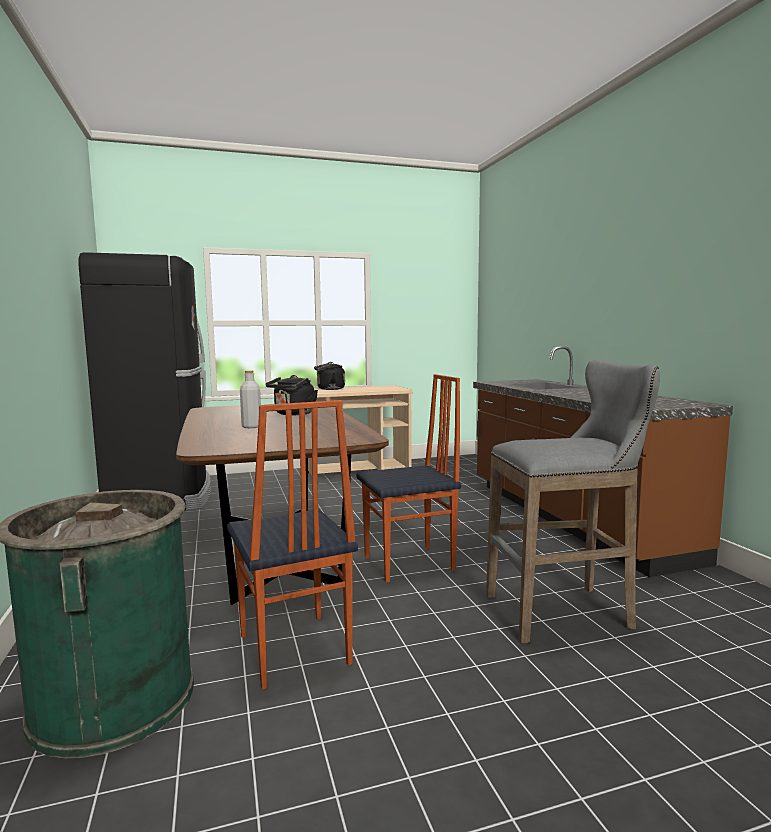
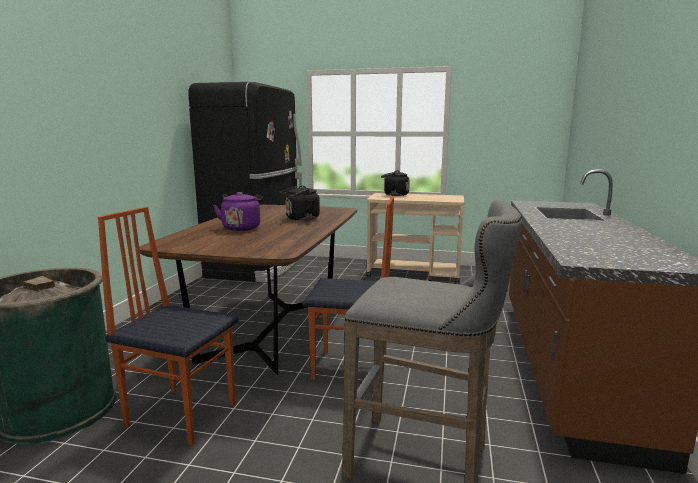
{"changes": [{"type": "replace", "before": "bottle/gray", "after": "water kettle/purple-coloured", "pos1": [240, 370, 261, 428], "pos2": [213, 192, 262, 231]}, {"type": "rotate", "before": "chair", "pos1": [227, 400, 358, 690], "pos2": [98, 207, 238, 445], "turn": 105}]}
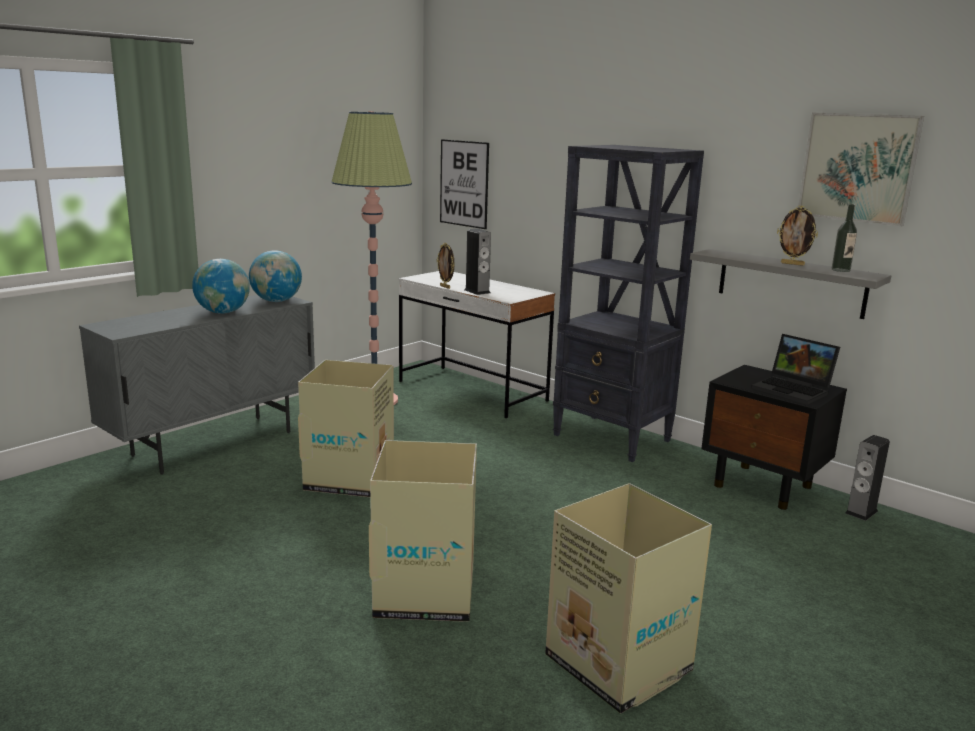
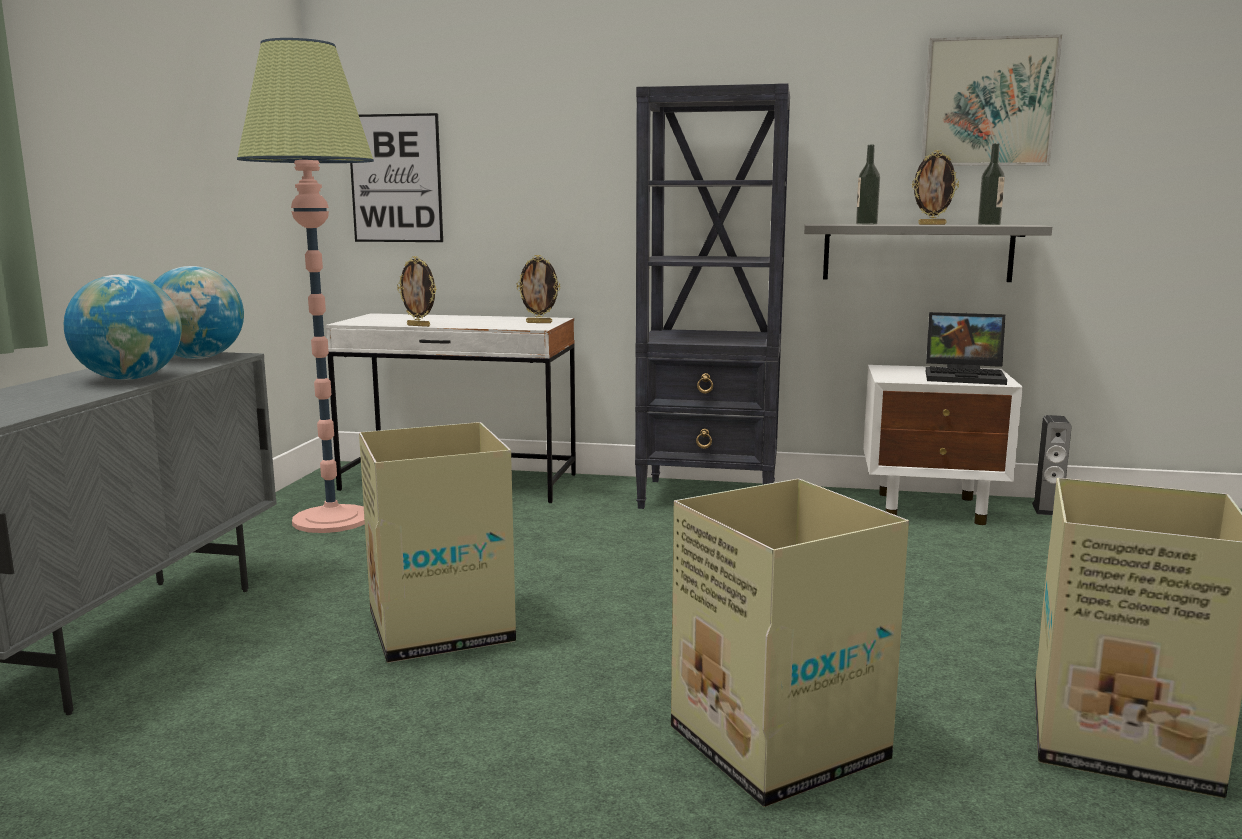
{"changes": [{"type": "delete", "before": "loudspeaker", "pos1": [464, 229, 491, 295]}, {"type": "insert", "after": "photo frame", "pos2": [516, 255, 561, 323]}, {"type": "insert", "after": "bottle", "pos2": [856, 145, 880, 224]}, {"type": "recolor", "before": "bedside table/black-coloured", "after": "bedside table/white", "pos1": [701, 365, 847, 510], "pos2": [863, 365, 1023, 525]}]}
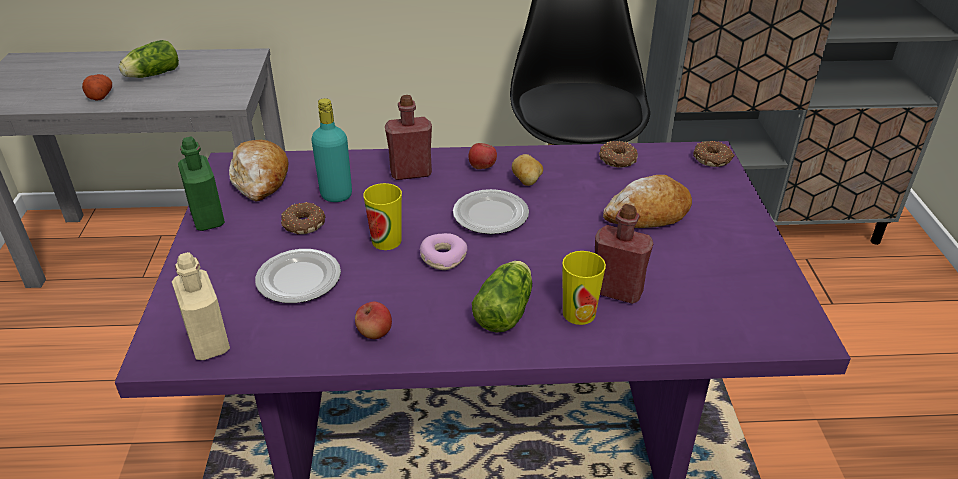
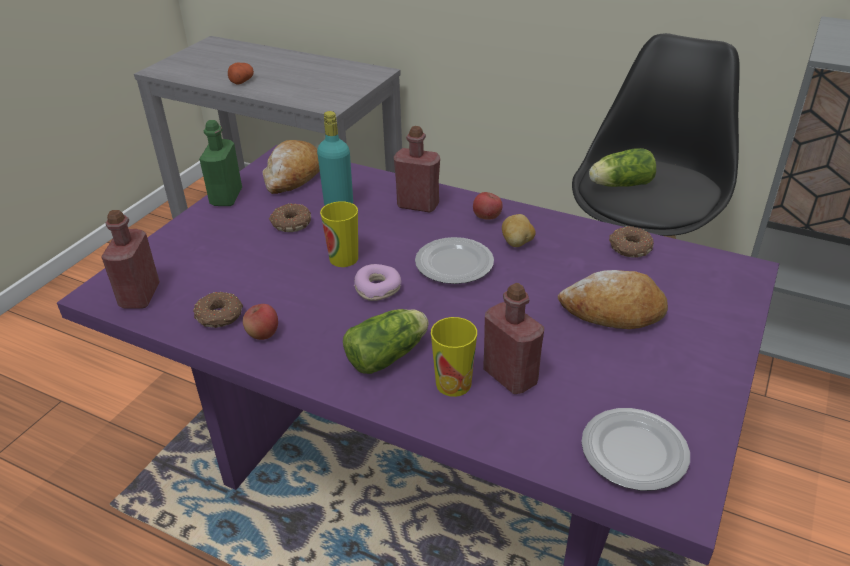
{"changes": [{"type": "move", "before": "lettuce head", "pos1": [119, 40, 179, 78], "pos2": [589, 148, 656, 187]}, {"type": "move", "before": "dinner plate", "pos1": [255, 249, 341, 303], "pos2": [581, 408, 690, 491]}, {"type": "move", "before": "ring doughnut", "pos1": [693, 141, 735, 167], "pos2": [193, 292, 243, 328]}, {"type": "recolor", "before": "bottle/beige-coloured", "after": "bottle/red", "pos1": [172, 252, 230, 360], "pos2": [101, 210, 160, 309]}]}
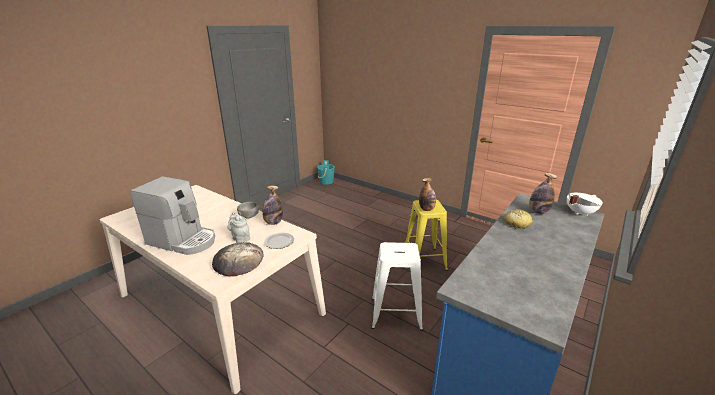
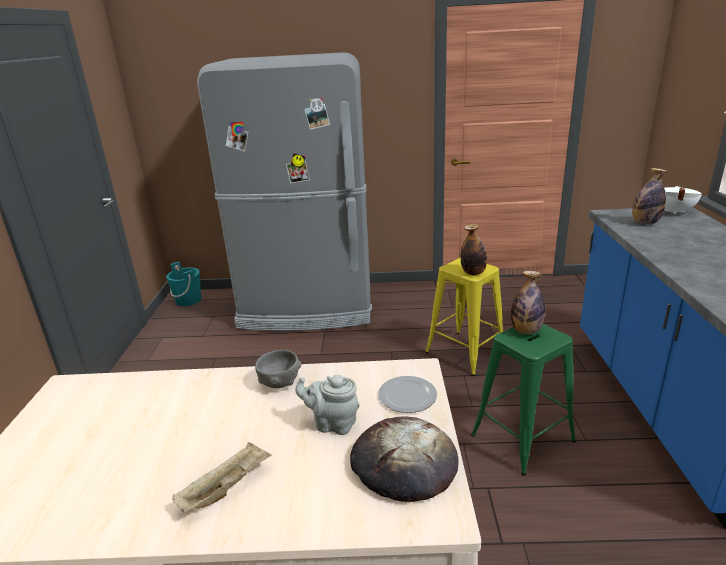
{"changes": [{"type": "delete", "before": "bakery bread", "pos1": [504, 209, 533, 229]}, {"type": "insert", "after": "kitchen fridge/gray", "pos2": [197, 52, 372, 331]}, {"type": "move", "before": "bottle", "pos1": [262, 185, 283, 225], "pos2": [511, 271, 545, 334]}, {"type": "replace", "before": "coffee brewer", "after": "tray/beige-coloured", "pos1": [130, 176, 215, 255], "pos2": [172, 442, 271, 513]}, {"type": "recolor", "before": "sitting stool/white", "after": "sitting stool/green", "pos1": [372, 242, 423, 331], "pos2": [471, 324, 576, 476]}]}
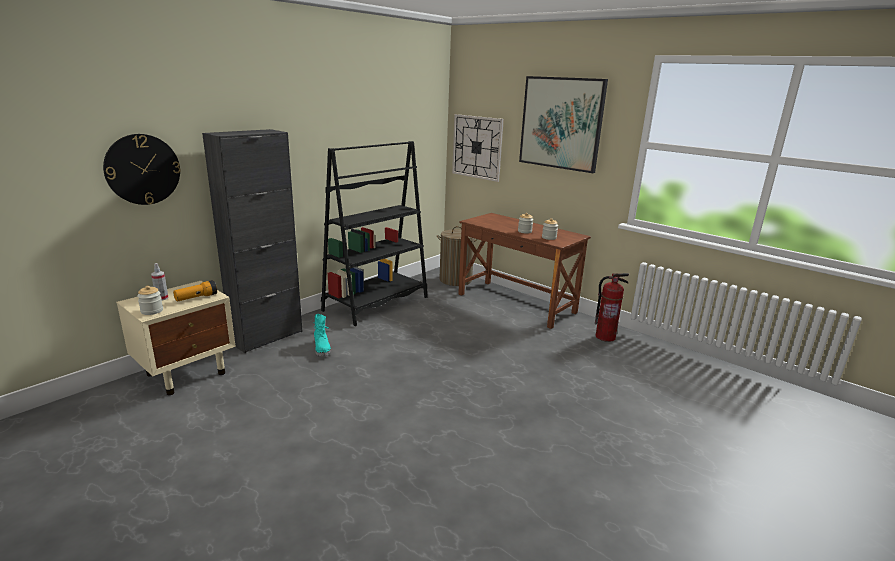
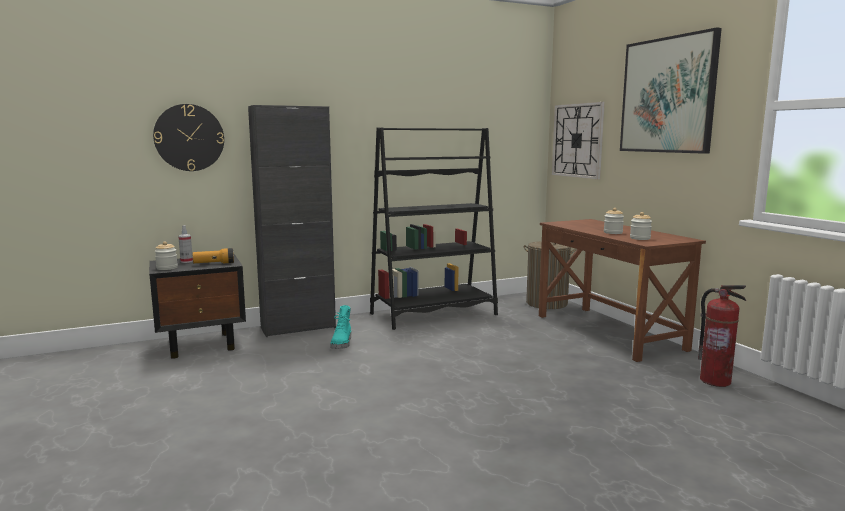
{"changes": [{"type": "recolor", "before": "bedside table/beige-coloured", "after": "bedside table/black-coloured", "pos1": [116, 281, 236, 395], "pos2": [149, 254, 246, 359]}]}
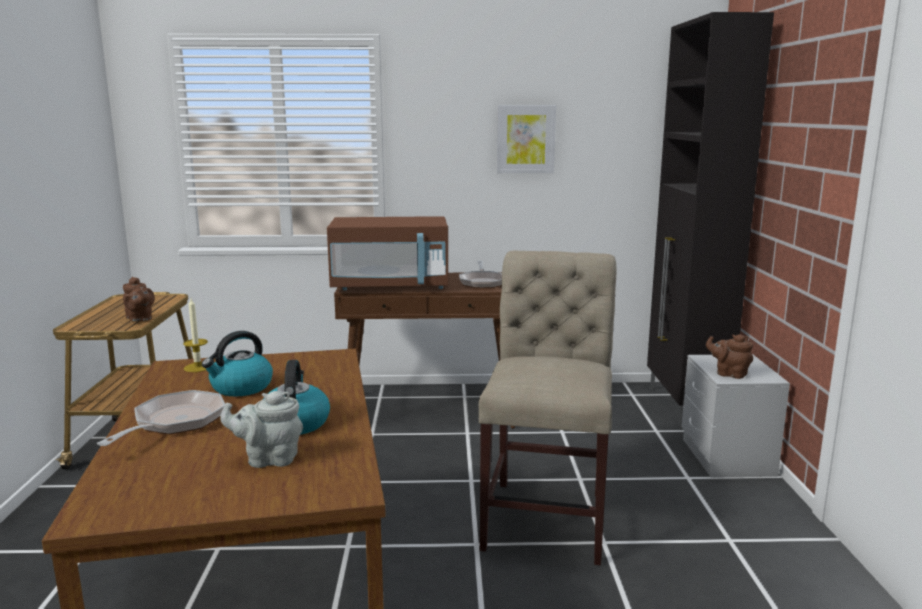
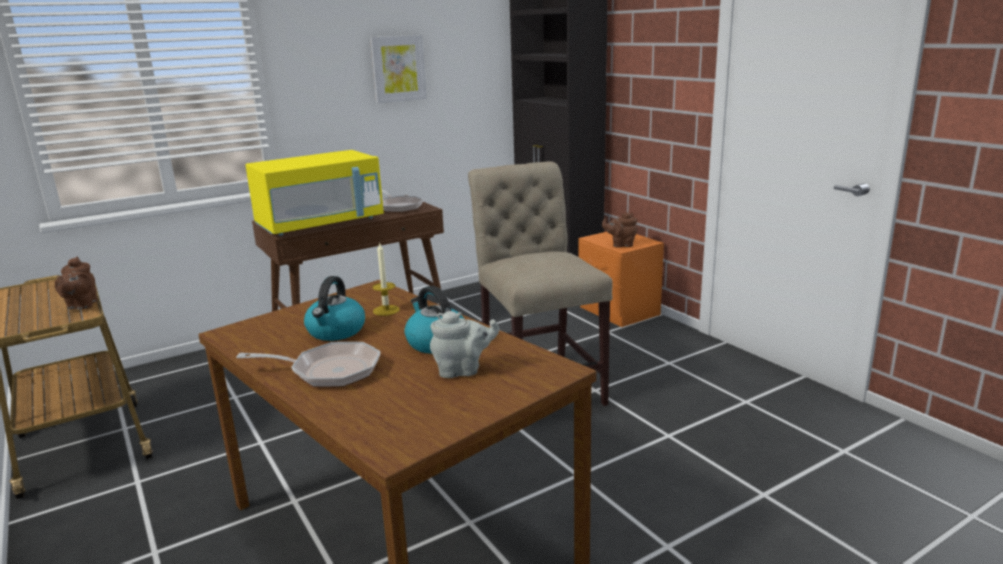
{"changes": [{"type": "move", "before": "wax light", "pos1": [183, 298, 208, 372], "pos2": [372, 242, 400, 316]}, {"type": "recolor", "before": "microwave/brown", "after": "microwave/yellow", "pos1": [327, 217, 448, 290], "pos2": [245, 150, 384, 236]}, {"type": "recolor", "before": "bedside table/gray", "after": "bedside table/orangey", "pos1": [681, 354, 790, 478], "pos2": [578, 232, 664, 327]}, {"type": "rotate", "before": "skillet", "pos1": [97, 390, 225, 446], "pos2": [236, 342, 381, 387], "turn": 105}, {"type": "rotate", "before": "pot for tea/brown", "pos1": [123, 277, 155, 322], "pos2": [55, 257, 98, 310], "turn": 60}, {"type": "rotate", "before": "pot for tea/gray", "pos1": [220, 391, 303, 468], "pos2": [430, 311, 500, 378], "turn": -150}]}
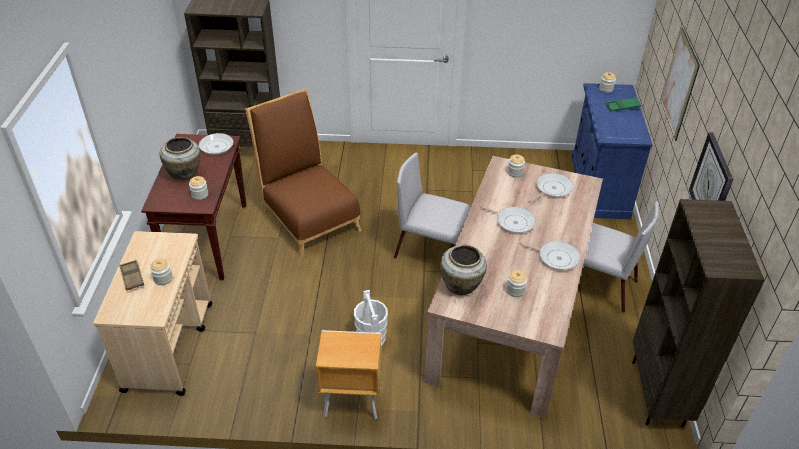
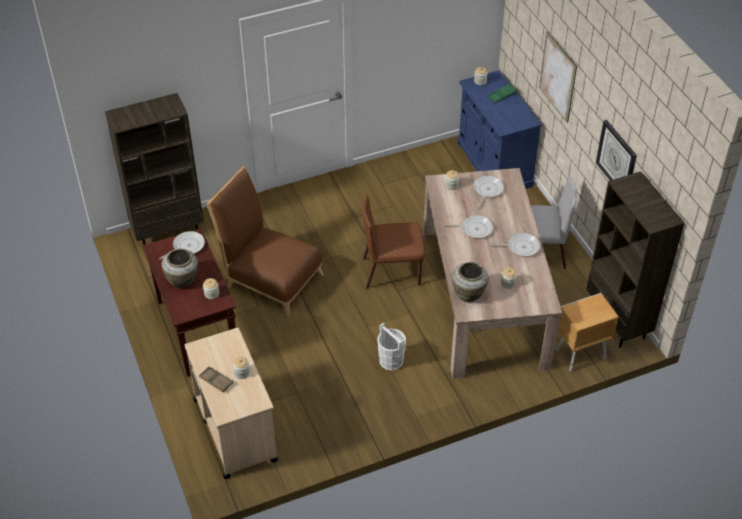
{"changes": [{"type": "move", "before": "bedside table/brown", "pos1": [316, 330, 381, 420], "pos2": [556, 293, 619, 371]}, {"type": "recolor", "before": "chair/gray", "after": "chair/brown", "pos1": [394, 152, 471, 259], "pos2": [362, 194, 425, 289]}]}
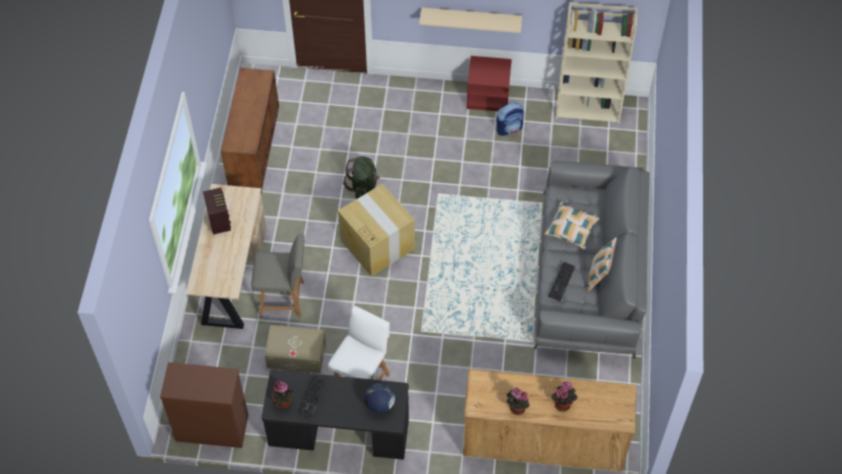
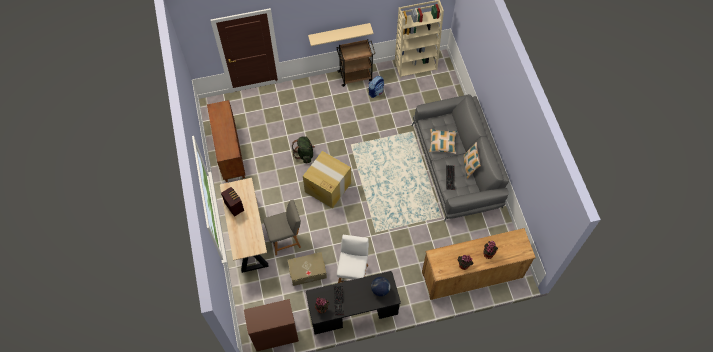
{"changes": [{"type": "replace", "before": "bedside table/red", "after": "cart/brown", "pos1": [467, 56, 512, 111], "pos2": [336, 39, 375, 87]}]}
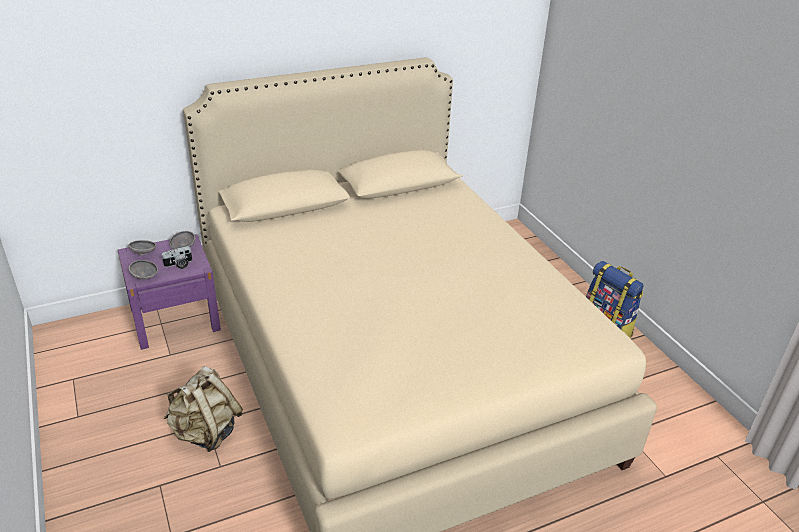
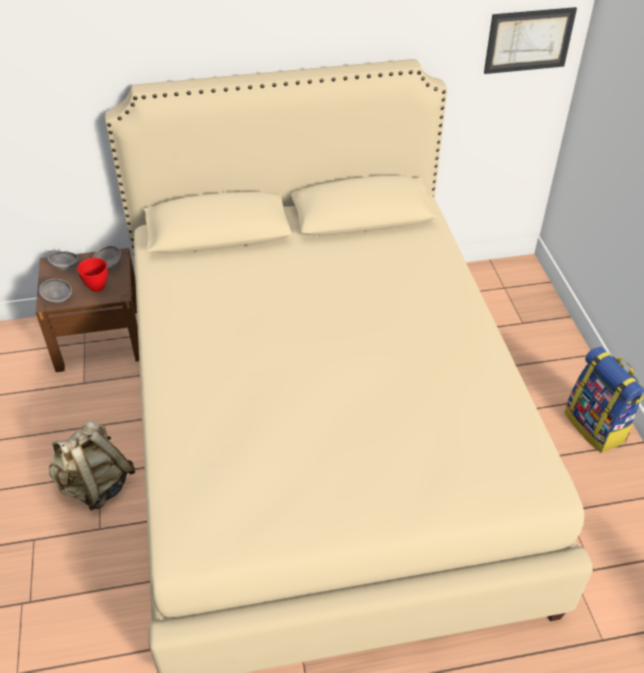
{"changes": [{"type": "insert", "after": "wall picture", "pos2": [484, 7, 577, 74]}, {"type": "replace", "before": "photo camera", "after": "bowl/red", "pos1": [161, 246, 192, 269], "pos2": [77, 258, 108, 292]}, {"type": "recolor", "before": "bedside table/purple-coloured", "after": "bedside table/brown", "pos1": [118, 234, 221, 350], "pos2": [36, 248, 139, 372]}]}
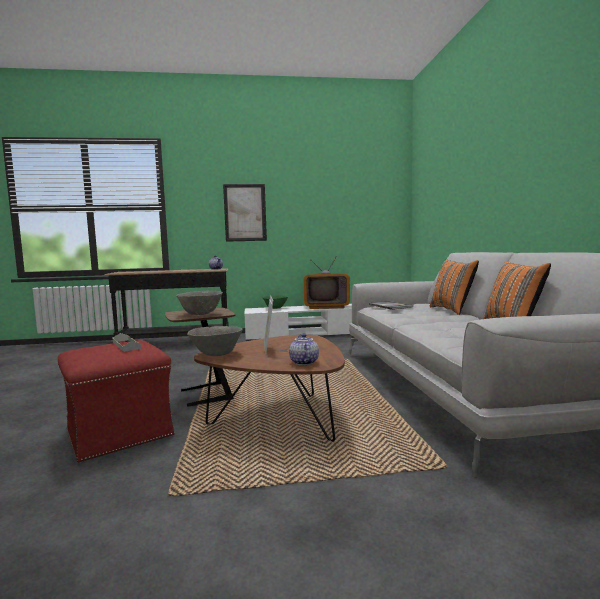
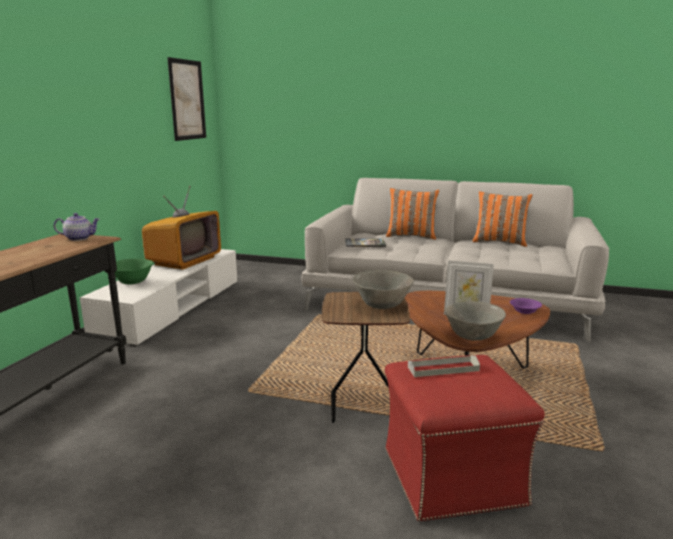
{"changes": [{"type": "move", "before": "wall picture", "pos1": [223, 184, 267, 242], "pos2": [167, 57, 206, 141]}, {"type": "replace", "before": "pot for tea", "after": "bowl/purple-coloured", "pos1": [289, 334, 319, 365], "pos2": [510, 298, 542, 314]}]}
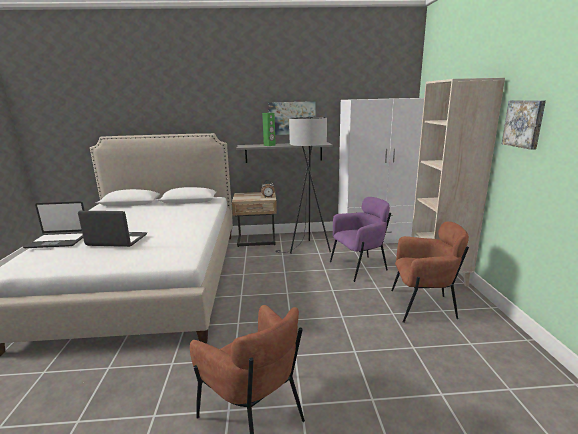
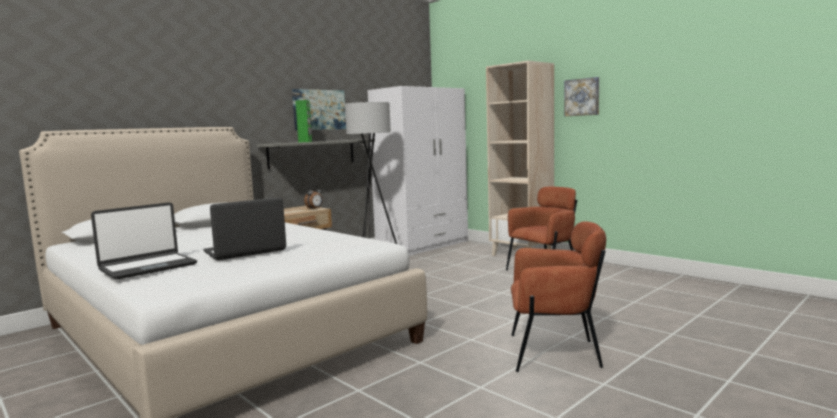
{"changes": [{"type": "delete", "before": "lounge chair/purple-coloured", "pos1": [330, 197, 391, 282]}]}
